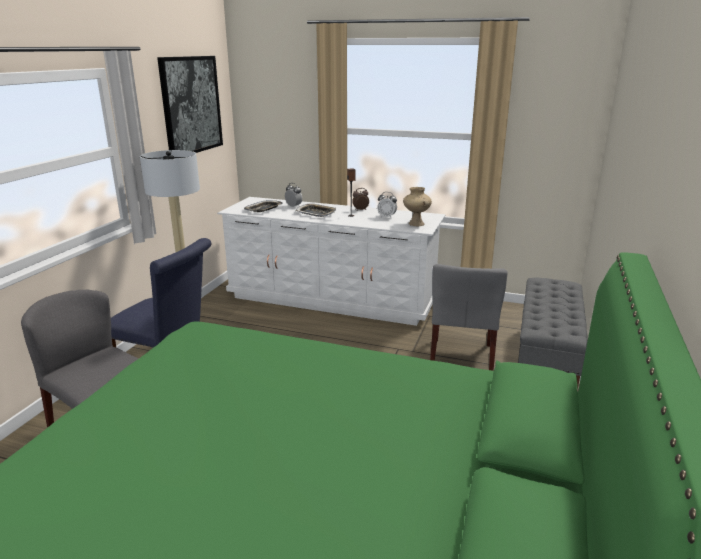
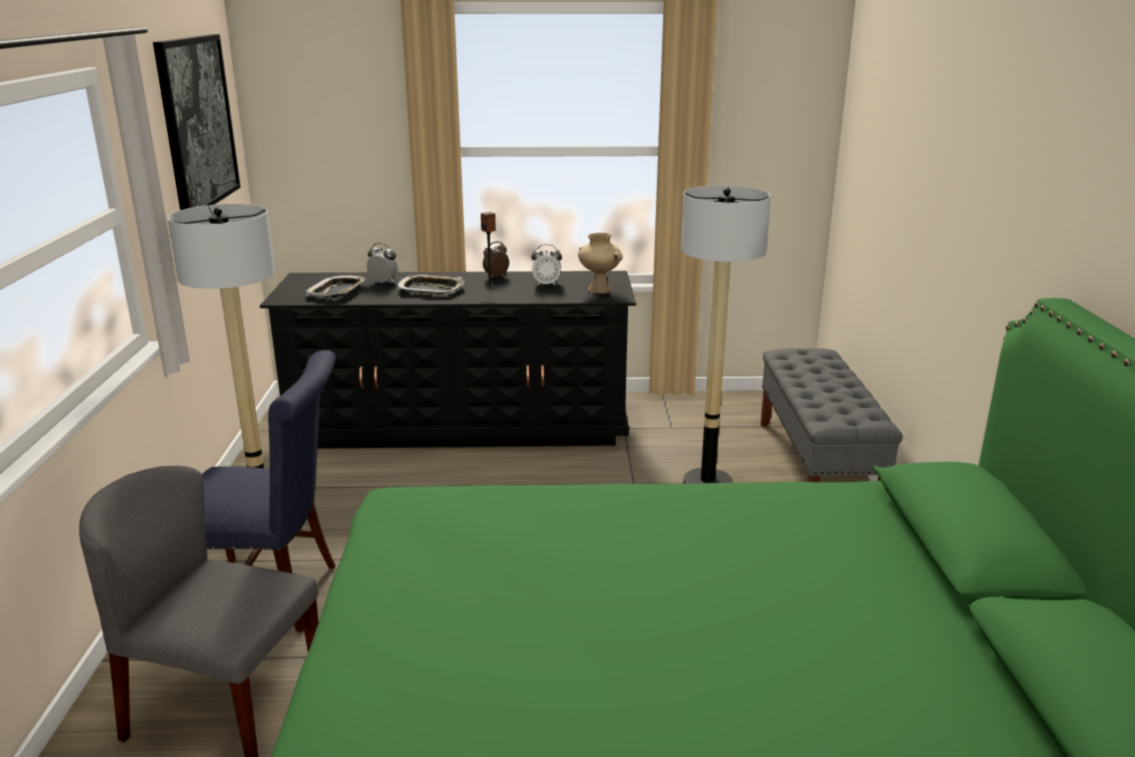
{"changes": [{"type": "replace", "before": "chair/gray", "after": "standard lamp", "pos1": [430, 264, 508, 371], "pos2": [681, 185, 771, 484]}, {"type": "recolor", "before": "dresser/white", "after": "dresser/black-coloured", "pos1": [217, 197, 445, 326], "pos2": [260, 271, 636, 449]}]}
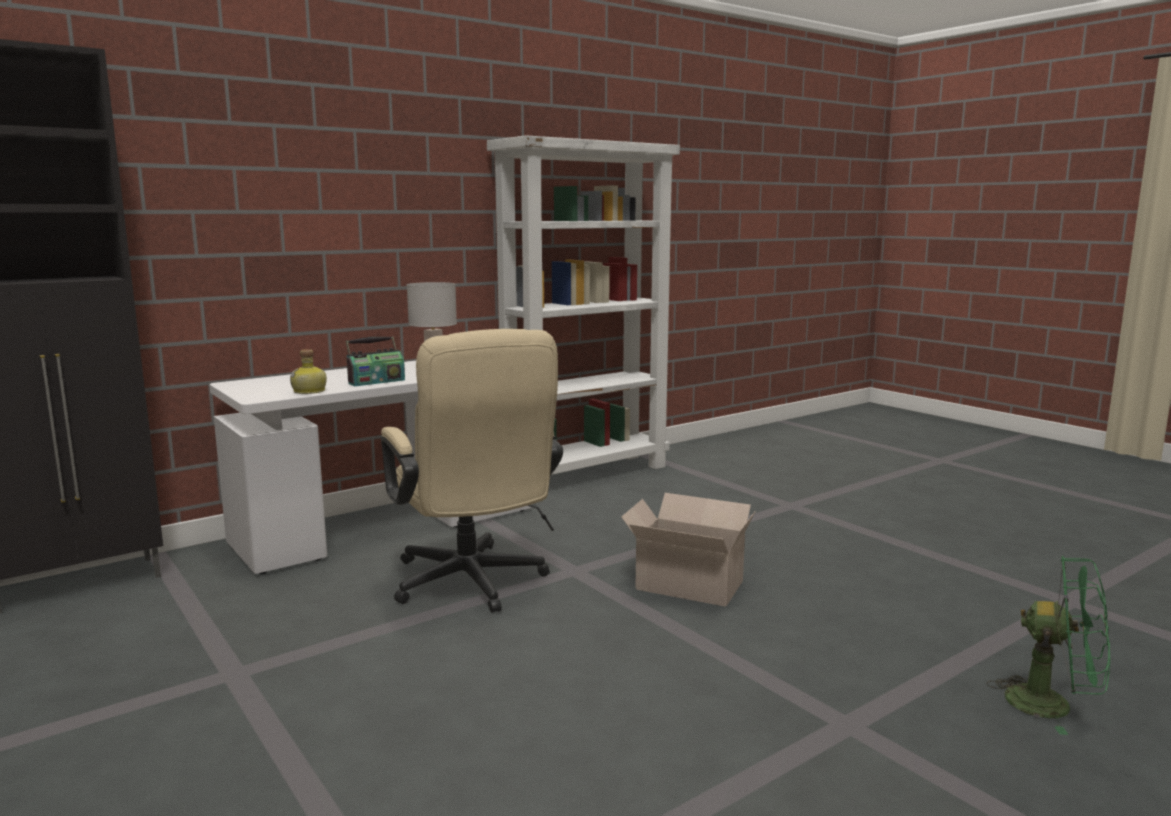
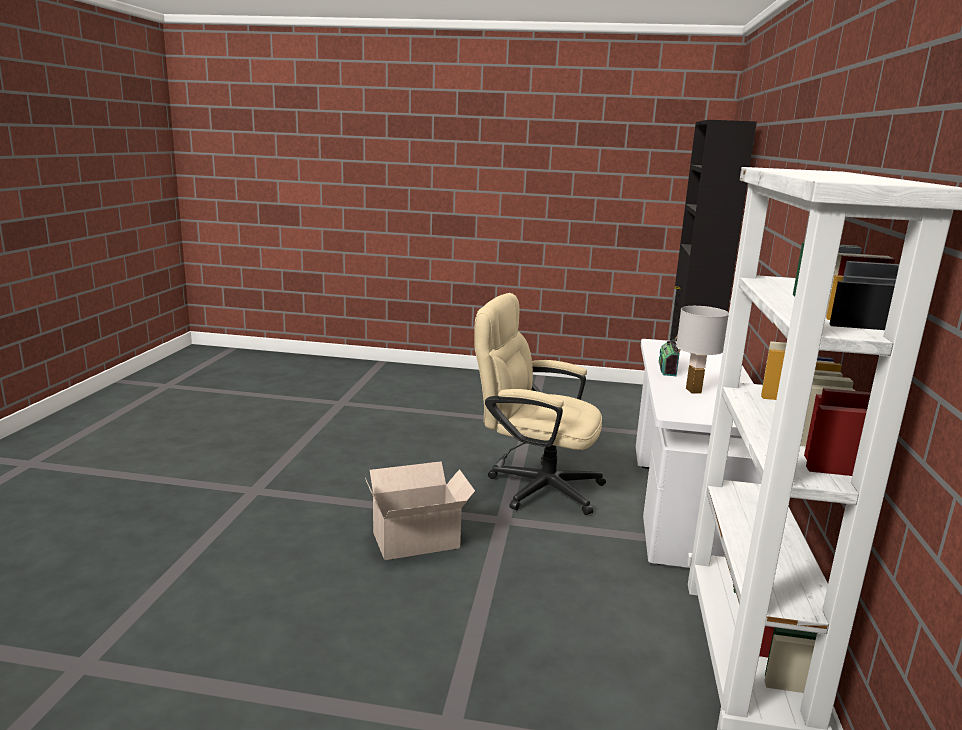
{"changes": [{"type": "delete", "before": "bottle", "pos1": [290, 349, 327, 394]}, {"type": "delete", "before": "electric fan/green", "pos1": [986, 555, 1110, 735]}]}
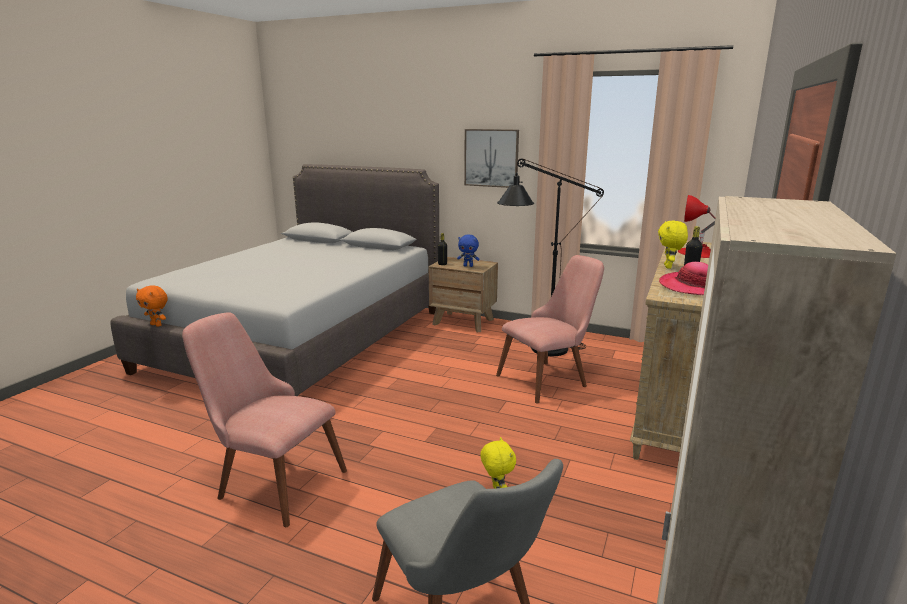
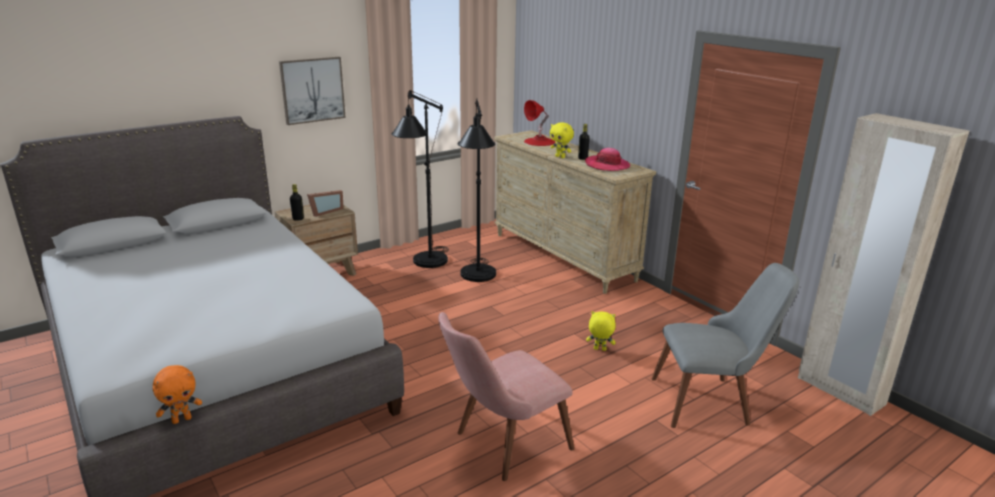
{"changes": [{"type": "replace", "before": "plush toy/blue-coloured", "after": "photo frame", "pos1": [457, 235, 480, 267], "pos2": [307, 190, 343, 217]}, {"type": "replace", "before": "chair/pink", "after": "standard lamp/black-coloured", "pos1": [496, 255, 604, 403], "pos2": [458, 99, 496, 282]}]}
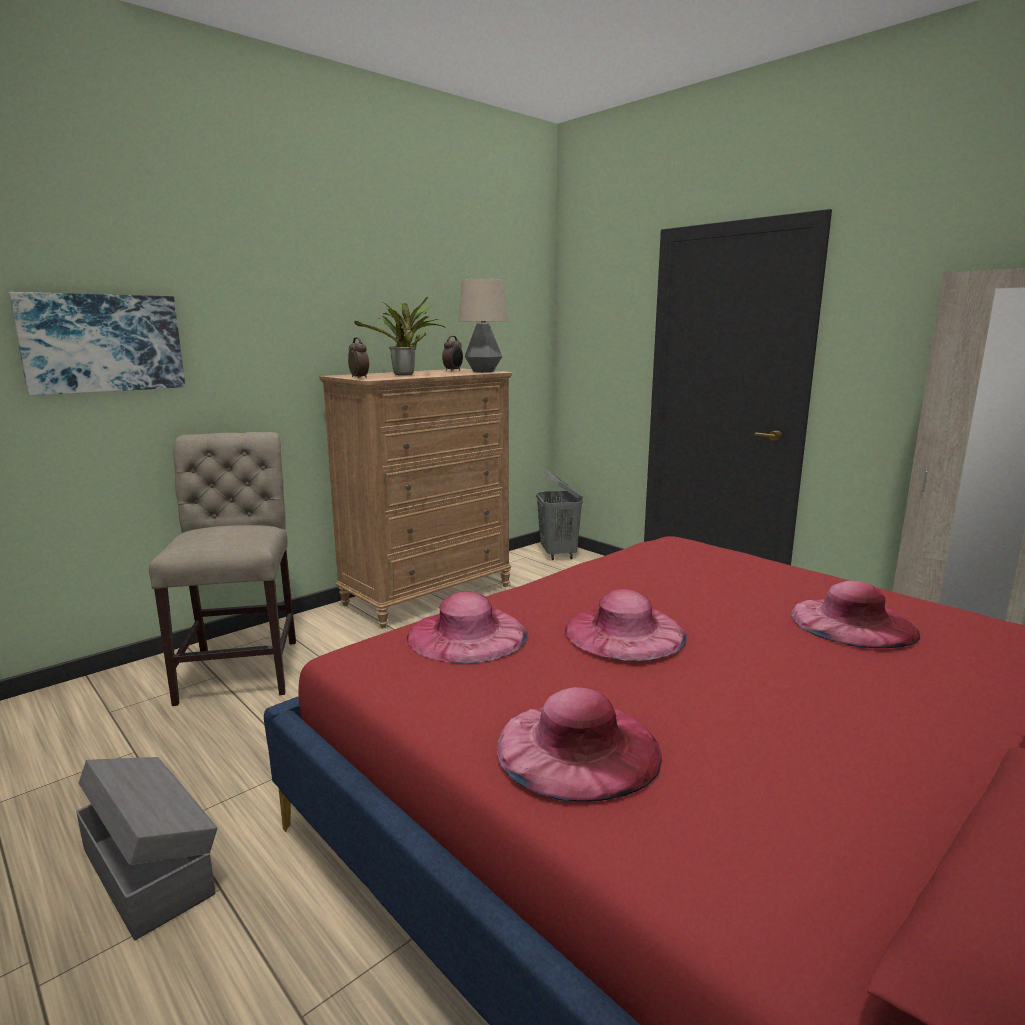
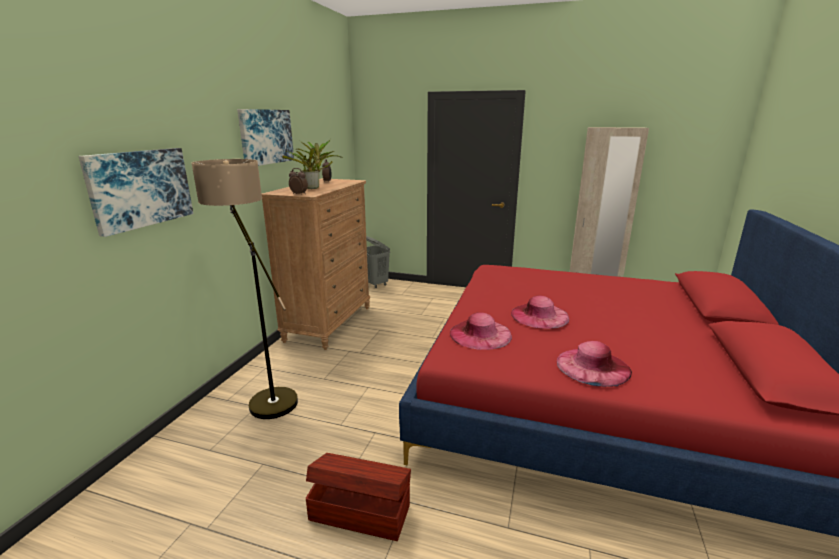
{"changes": [{"type": "delete", "before": "table lamp", "pos1": [458, 279, 507, 373]}, {"type": "delete", "before": "wearable hat/pink", "pos1": [791, 580, 920, 648]}, {"type": "insert", "after": "wall picture", "pos2": [237, 109, 294, 166]}, {"type": "replace", "before": "chair/beige-coloured", "after": "standard lamp", "pos1": [149, 432, 296, 706], "pos2": [191, 159, 298, 419]}, {"type": "recolor", "before": "storage bin/gray", "after": "storage bin/brown", "pos1": [76, 757, 217, 940], "pos2": [305, 453, 411, 541]}]}
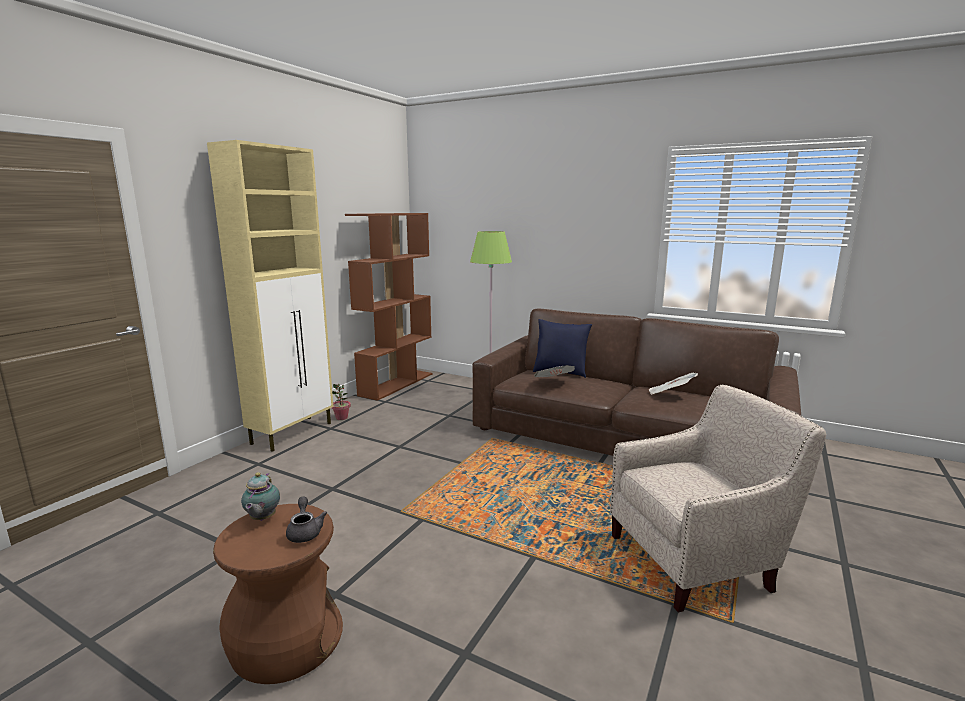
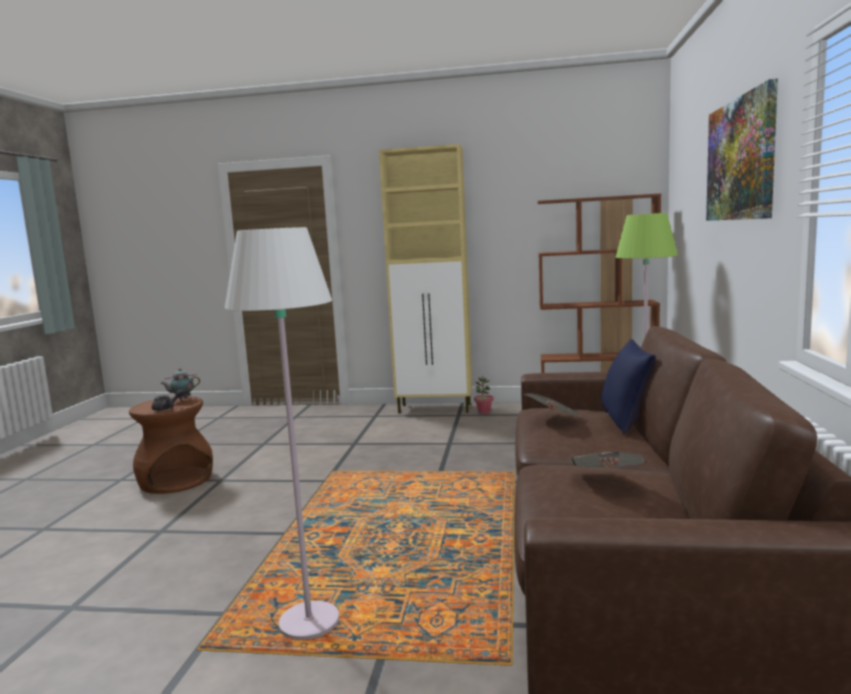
{"changes": [{"type": "insert", "after": "wall picture", "pos2": [706, 79, 778, 221]}, {"type": "replace", "before": "lounge chair/beige-coloured", "after": "standard lamp/white", "pos1": [610, 384, 826, 612], "pos2": [225, 227, 339, 640]}]}
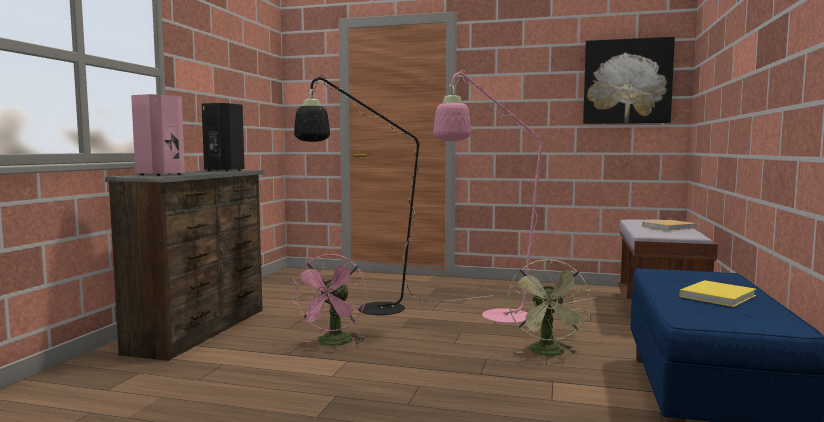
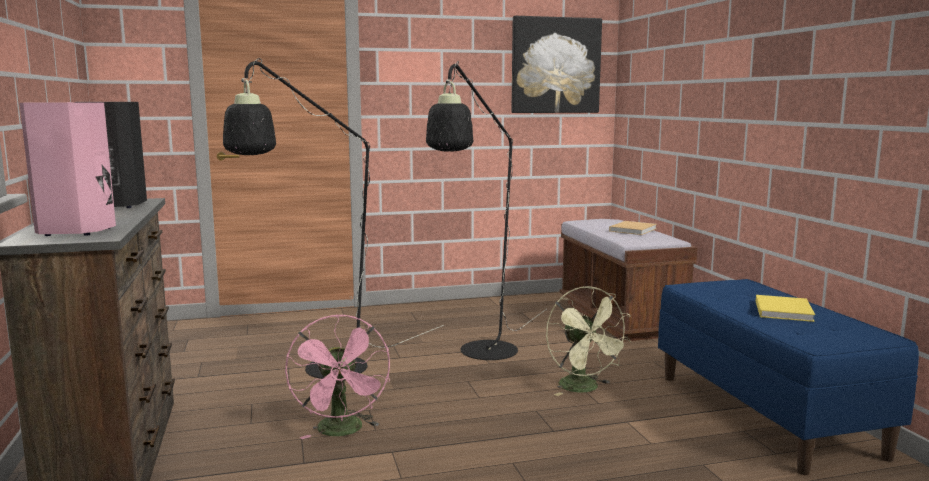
{"changes": [{"type": "recolor", "before": "standard lamp/pink", "after": "standard lamp/black-coloured", "pos1": [433, 70, 596, 323], "pos2": [426, 61, 546, 360]}]}
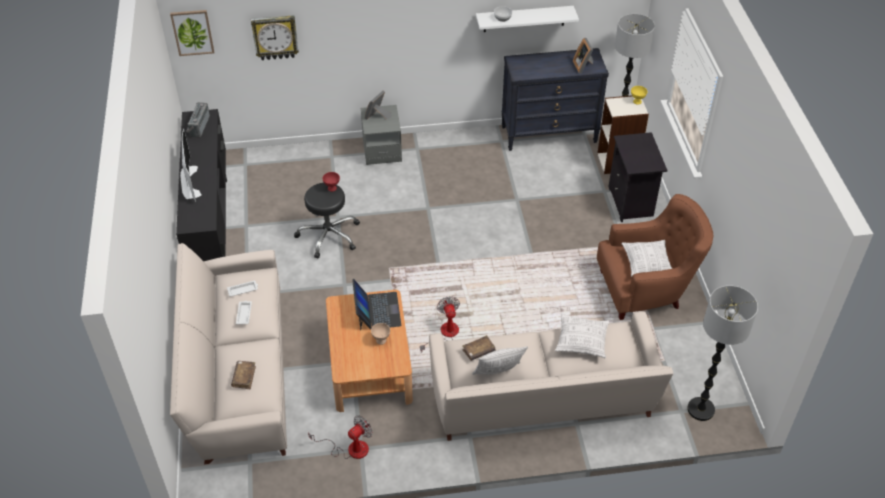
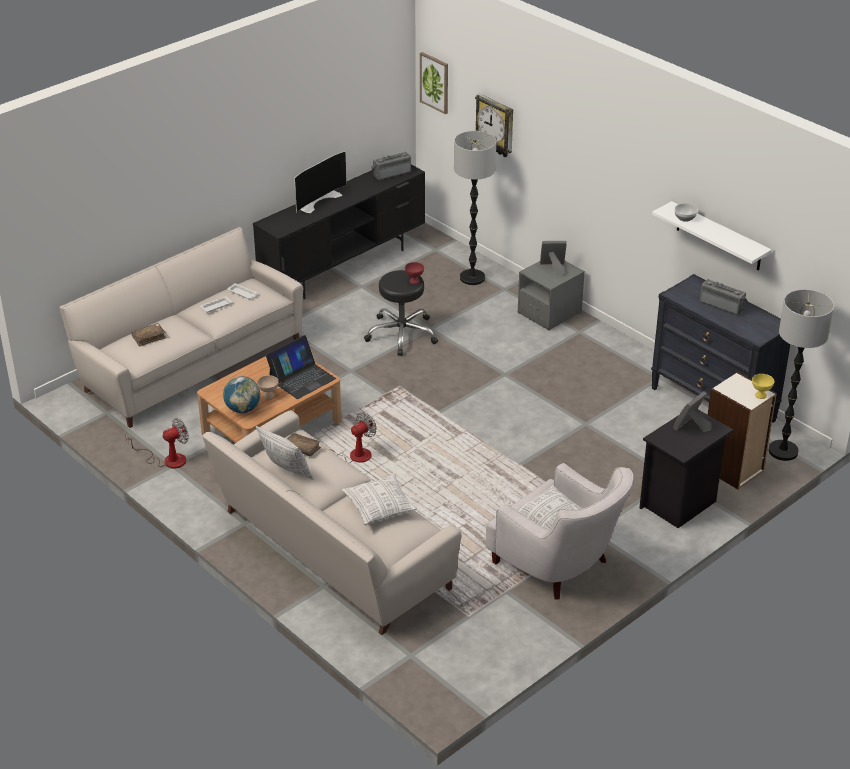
{"changes": [{"type": "insert", "after": "globe", "pos2": [223, 376, 260, 413]}, {"type": "insert", "after": "radio set", "pos2": [700, 279, 748, 315]}, {"type": "move", "before": "photo frame", "pos1": [573, 38, 593, 74], "pos2": [673, 391, 711, 432]}, {"type": "move", "before": "standard lamp", "pos1": [687, 285, 758, 421], "pos2": [454, 131, 496, 285]}, {"type": "recolor", "before": "lounge chair/brown", "after": "lounge chair/white", "pos1": [597, 194, 713, 320], "pos2": [486, 463, 634, 600]}, {"type": "rotate", "before": "electric fan", "pos1": [308, 416, 373, 459], "pos2": [125, 418, 189, 469], "turn": -45}]}
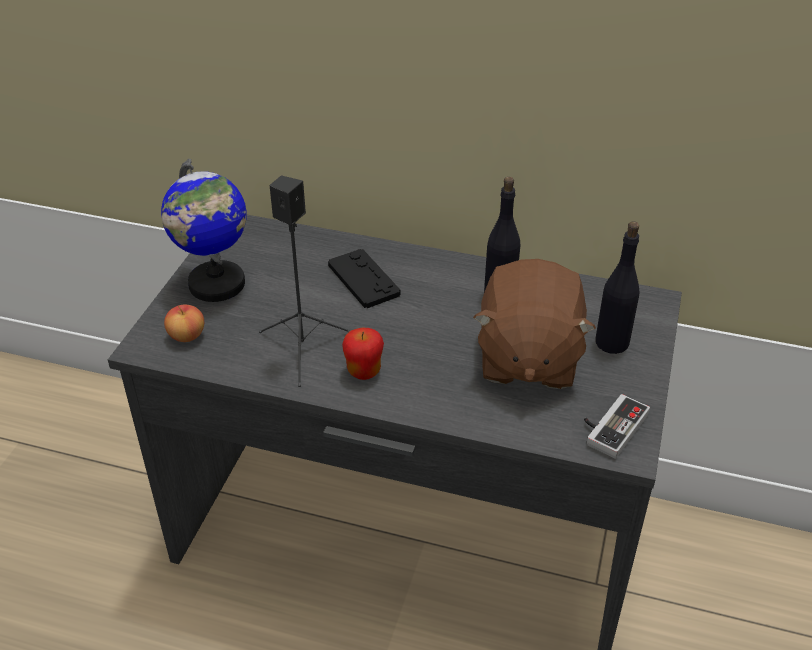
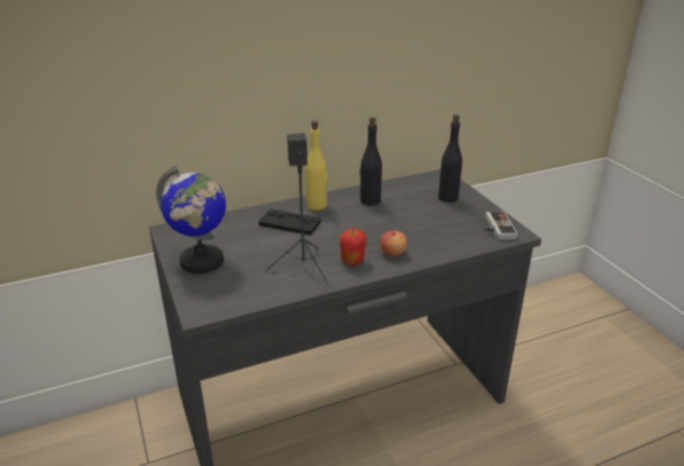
{"changes": [{"type": "delete", "before": "plush toy/brown", "pos1": [473, 259, 596, 389]}, {"type": "insert", "after": "bottle/yellow", "pos2": [305, 120, 328, 210]}, {"type": "move", "before": "whole apple", "pos1": [164, 305, 204, 342], "pos2": [380, 230, 408, 257]}]}
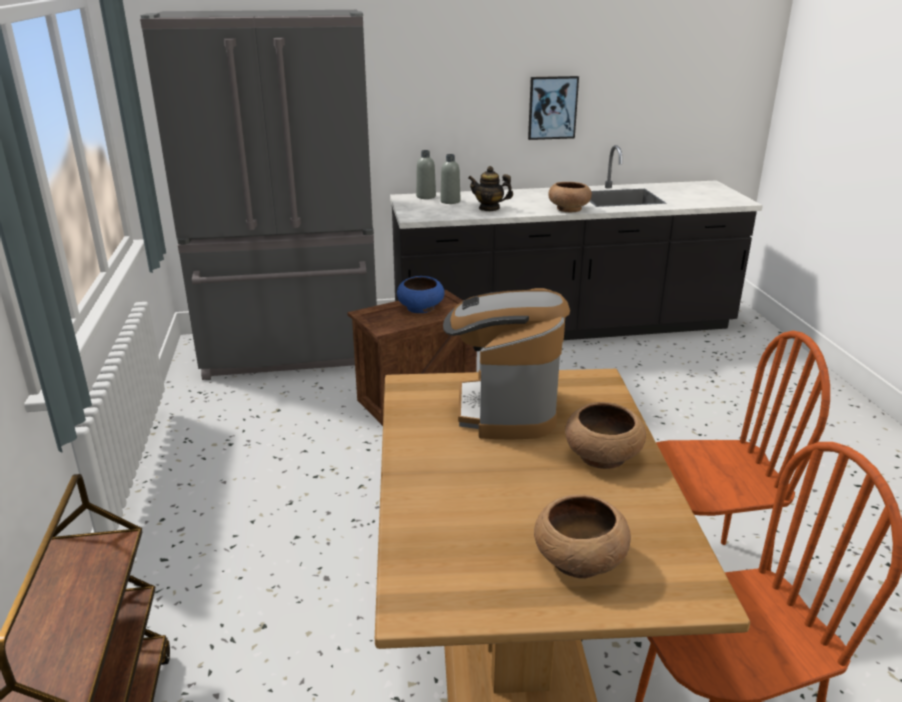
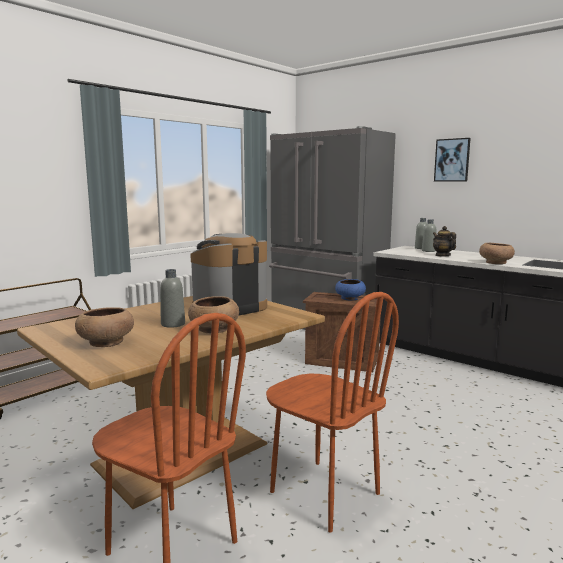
{"changes": [{"type": "insert", "after": "bottle/gray", "pos2": [160, 269, 185, 328]}, {"type": "move", "before": "wall picture", "pos1": [528, 76, 579, 140], "pos2": [434, 138, 471, 181]}]}
